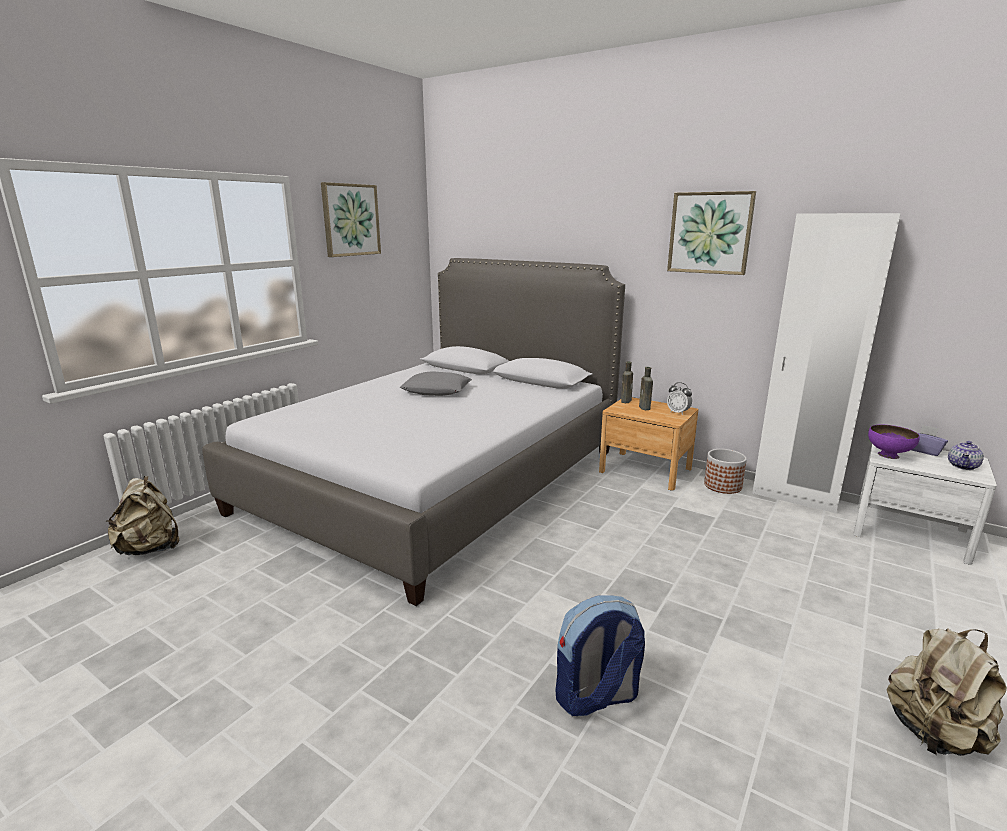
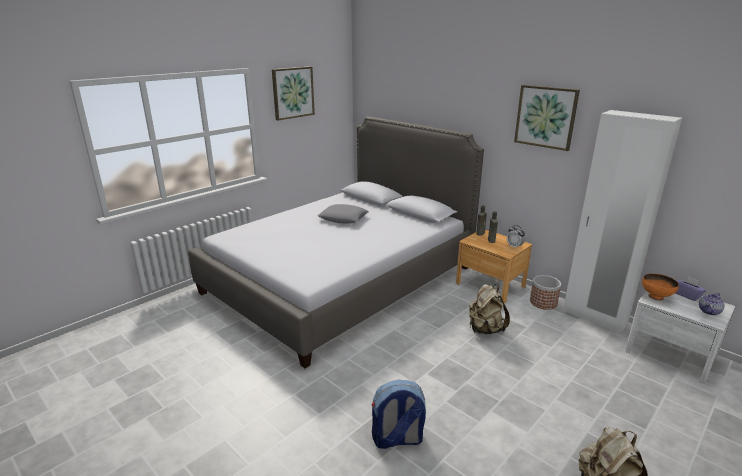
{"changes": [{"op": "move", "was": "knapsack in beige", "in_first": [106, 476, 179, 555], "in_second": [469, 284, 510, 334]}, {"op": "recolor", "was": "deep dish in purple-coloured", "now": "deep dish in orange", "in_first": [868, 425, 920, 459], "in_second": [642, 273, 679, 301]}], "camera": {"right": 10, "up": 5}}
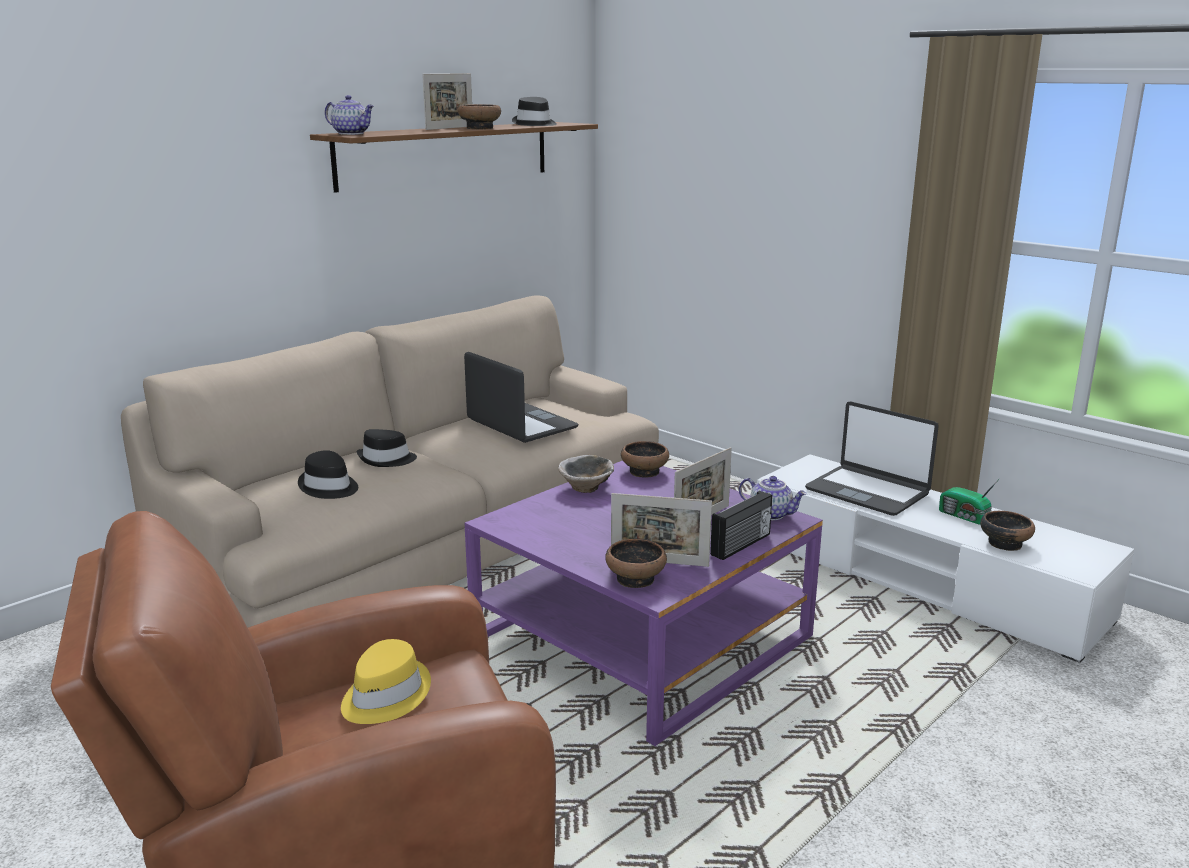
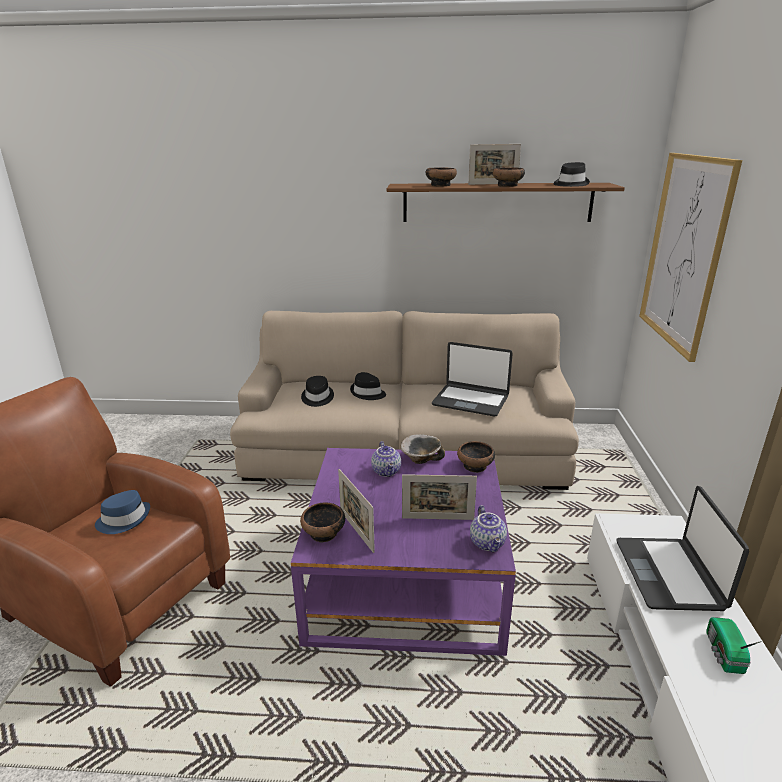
{"changes": [{"op": "recolor", "was": "wearable hat in yellow-coloured", "now": "wearable hat in bluish", "in_first": [341, 639, 431, 724], "in_second": [95, 490, 150, 534]}, {"op": "move", "was": "pot for tea", "in_first": [325, 95, 374, 135], "in_second": [371, 441, 401, 477]}, {"op": "move", "was": "deep dish", "in_first": [980, 511, 1035, 551], "in_second": [426, 167, 457, 187]}, {"op": "rotate", "was": "notebook computer", "in_first": [464, 352, 578, 443], "in_second": [432, 342, 513, 416], "clockwise": 105}, {"op": "insert", "now": "picture", "in_second": [639, 153, 742, 362]}, {"op": "delete", "was": "radio receiver", "in_first": [710, 491, 772, 560]}], "camera": {"right": 50, "up": 5}}
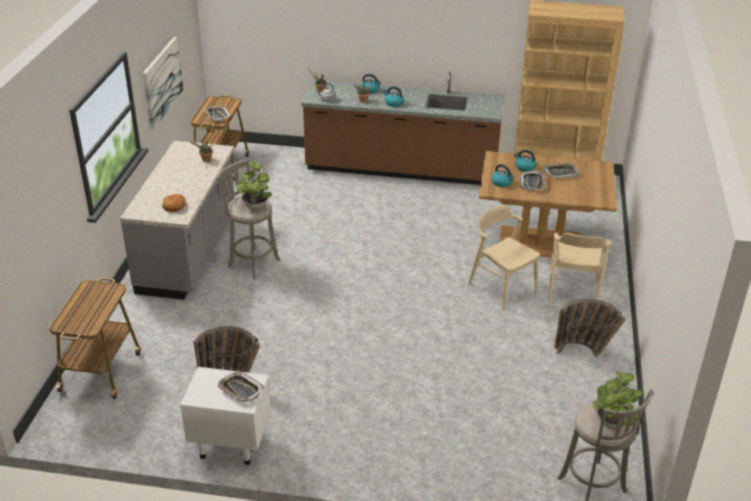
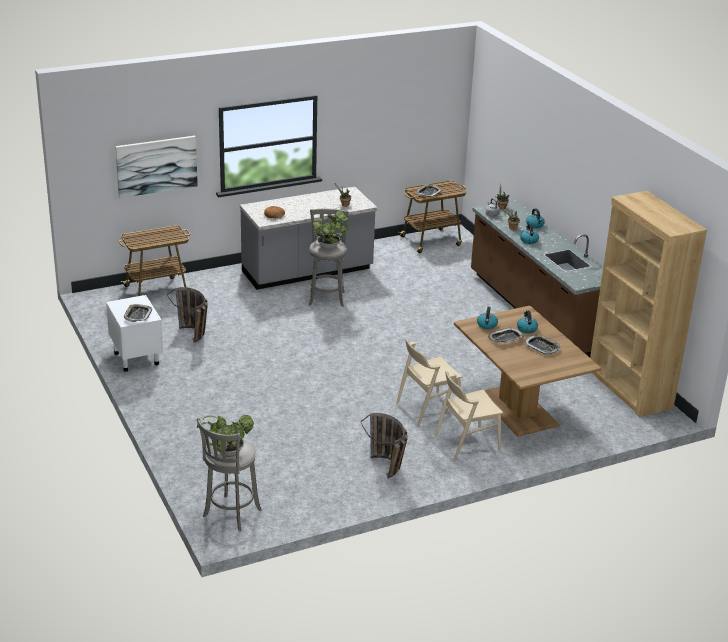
{"changes": [{"op": "move", "was": "picture", "in_first": [143, 37, 183, 129], "in_second": [115, 136, 198, 198]}, {"op": "rotate", "was": "upright chair in beige", "in_first": [468, 205, 540, 309], "in_second": [396, 340, 463, 427], "clockwise": -135}], "camera": {"right": 55, "up": -5}}
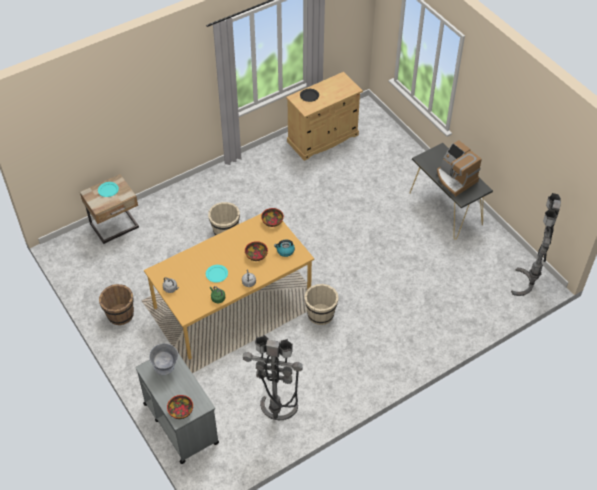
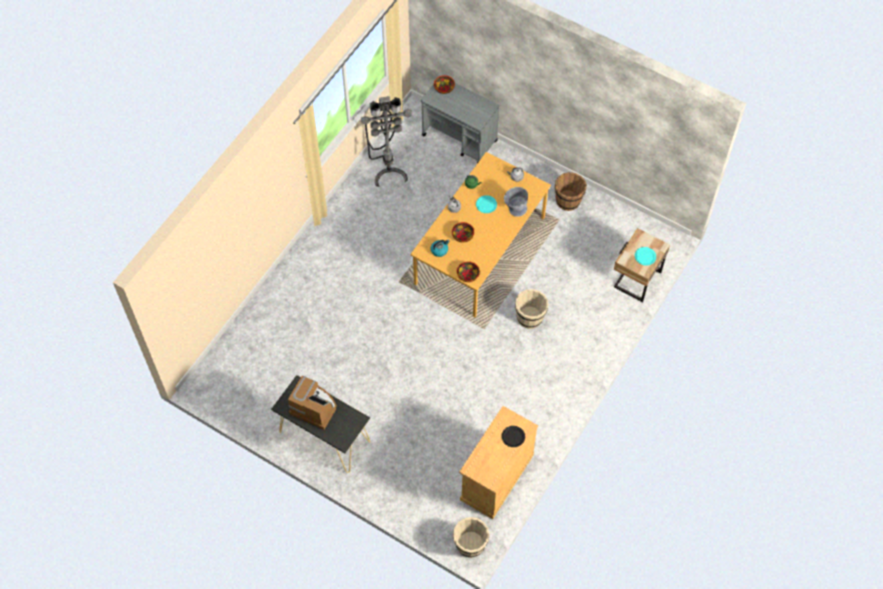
{"changes": [{"op": "move", "was": "pail in beige", "in_first": [304, 284, 339, 325], "in_second": [453, 517, 490, 558]}, {"op": "move", "was": "deep dish in grey", "in_first": [149, 343, 178, 375], "in_second": [504, 187, 528, 217]}, {"op": "delete", "was": "floor lamp in grey", "in_first": [511, 193, 561, 296]}], "camera": {"right": 155, "up": 10}}
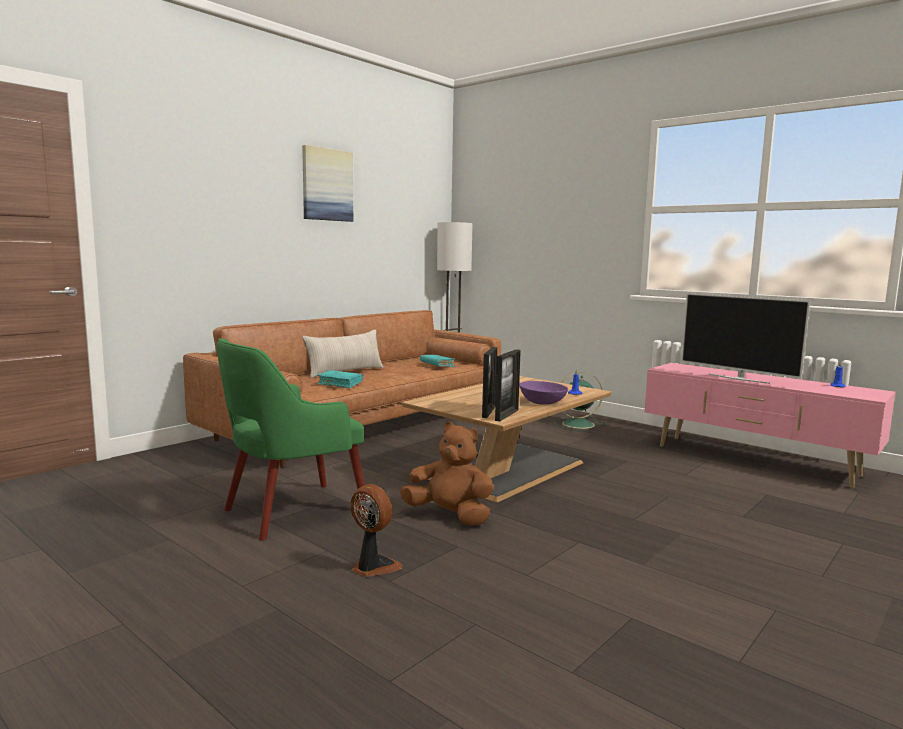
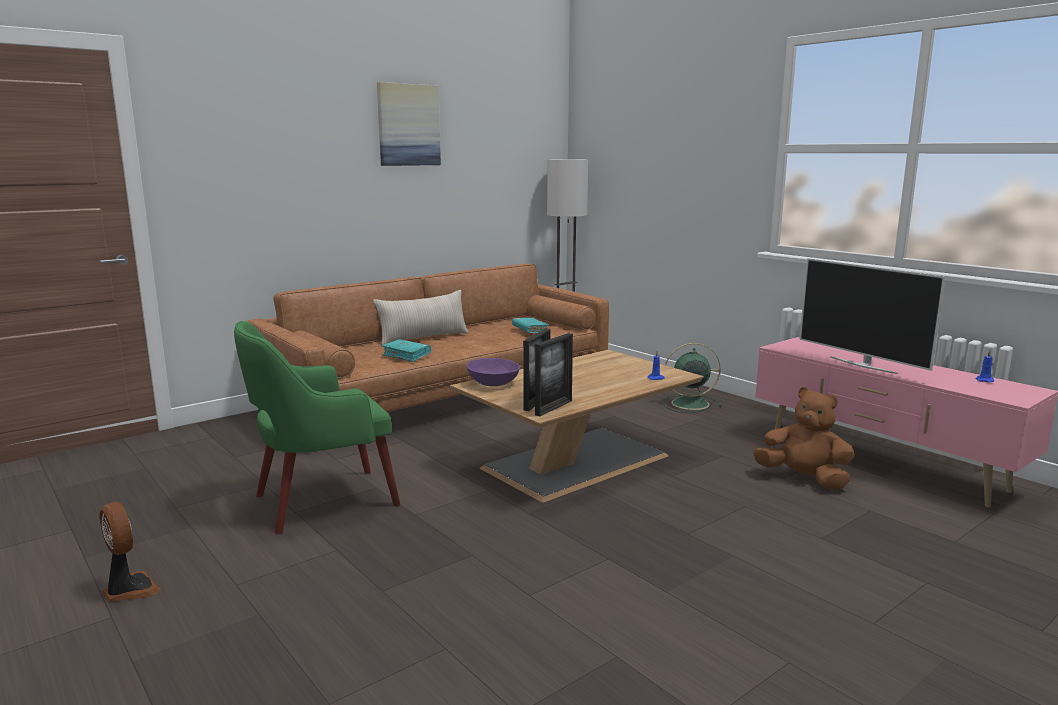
{"changes": [{"op": "move", "was": "cooling fan", "in_first": [350, 484, 402, 577], "in_second": [99, 502, 161, 602]}, {"op": "move", "was": "deep dish in purple-coloured", "in_first": [519, 381, 568, 405], "in_second": [466, 358, 520, 386]}, {"op": "move", "was": "plush toy in brownish", "in_first": [400, 422, 494, 526], "in_second": [753, 387, 855, 490]}], "camera": {"right": 10, "up": 5}}
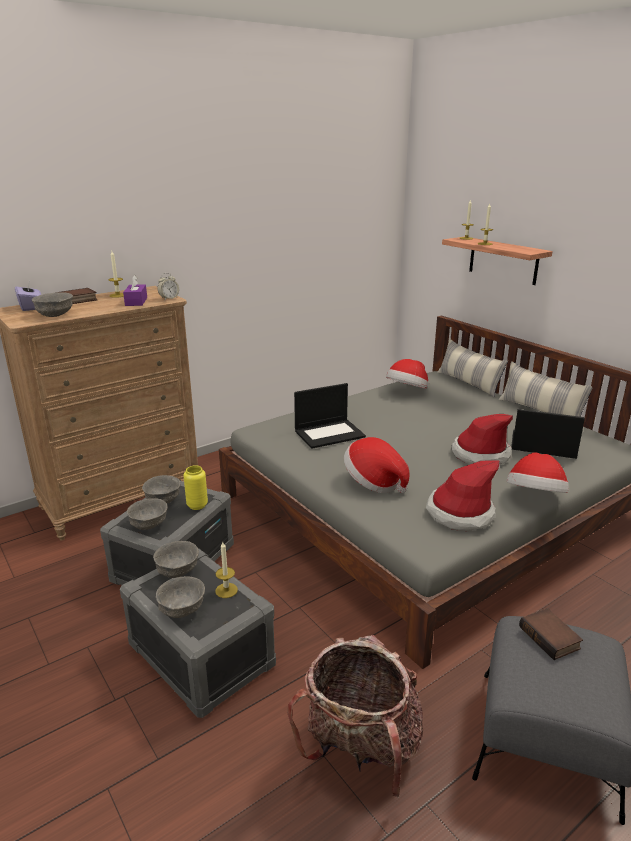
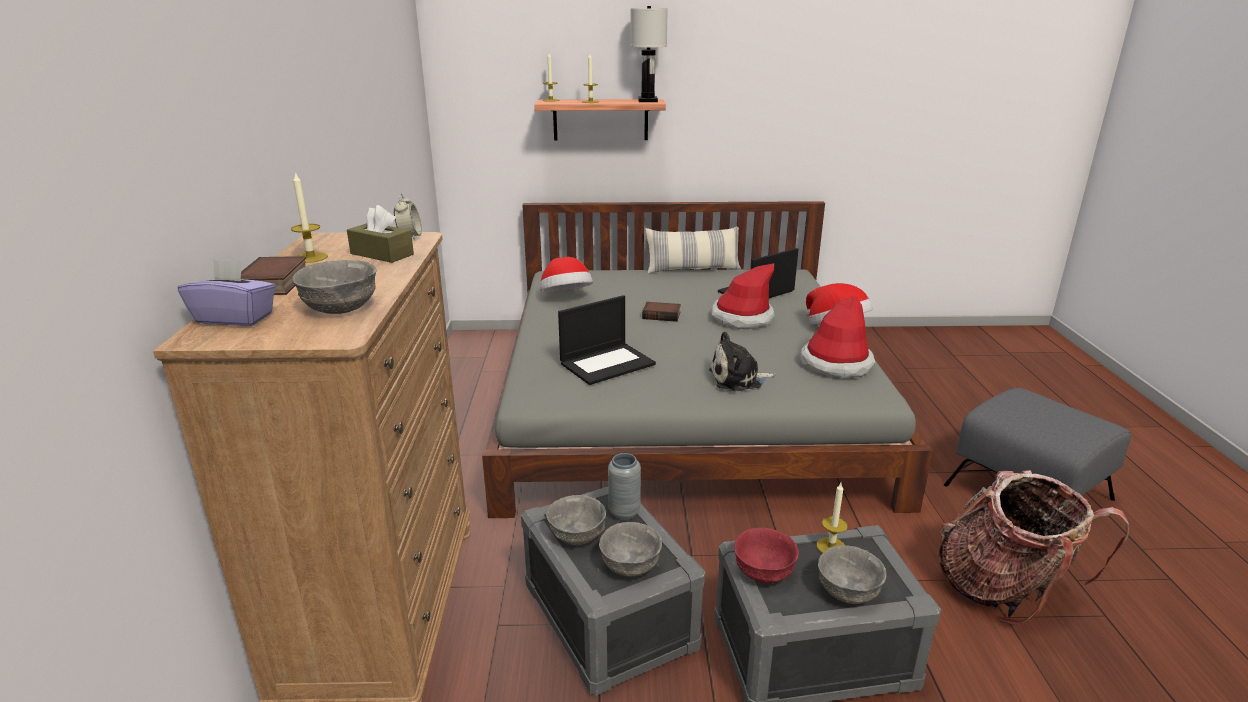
{"changes": [{"op": "recolor", "was": "box of tissues in purple-coloured", "now": "box of tissues in brownish", "in_first": [123, 275, 147, 306], "in_second": [347, 205, 414, 263]}, {"op": "rotate", "was": "notebook computer", "in_first": [294, 383, 366, 449], "in_second": [558, 295, 656, 385], "clockwise": 45}, {"op": "recolor", "was": "vase in yellow-coloured", "now": "vase in grey", "in_first": [183, 465, 208, 510], "in_second": [608, 453, 641, 520]}, {"op": "insert", "now": "tabletop lamp in whitish", "in_second": [630, 6, 668, 102]}, {"op": "move", "was": "volume", "in_first": [519, 608, 583, 660], "in_second": [642, 302, 681, 322]}, {"op": "replace", "was": "wearable hat", "now": "plush toy", "in_first": [344, 437, 410, 493], "in_second": [709, 332, 776, 391]}, {"op": "recolor", "was": "deep dish in grey", "now": "deep dish in reddish", "in_first": [153, 541, 199, 578], "in_second": [734, 528, 799, 583]}, {"op": "delete", "was": "throw pillow", "in_first": [437, 338, 508, 397]}], "camera": {"right": -55, "up": 0}}
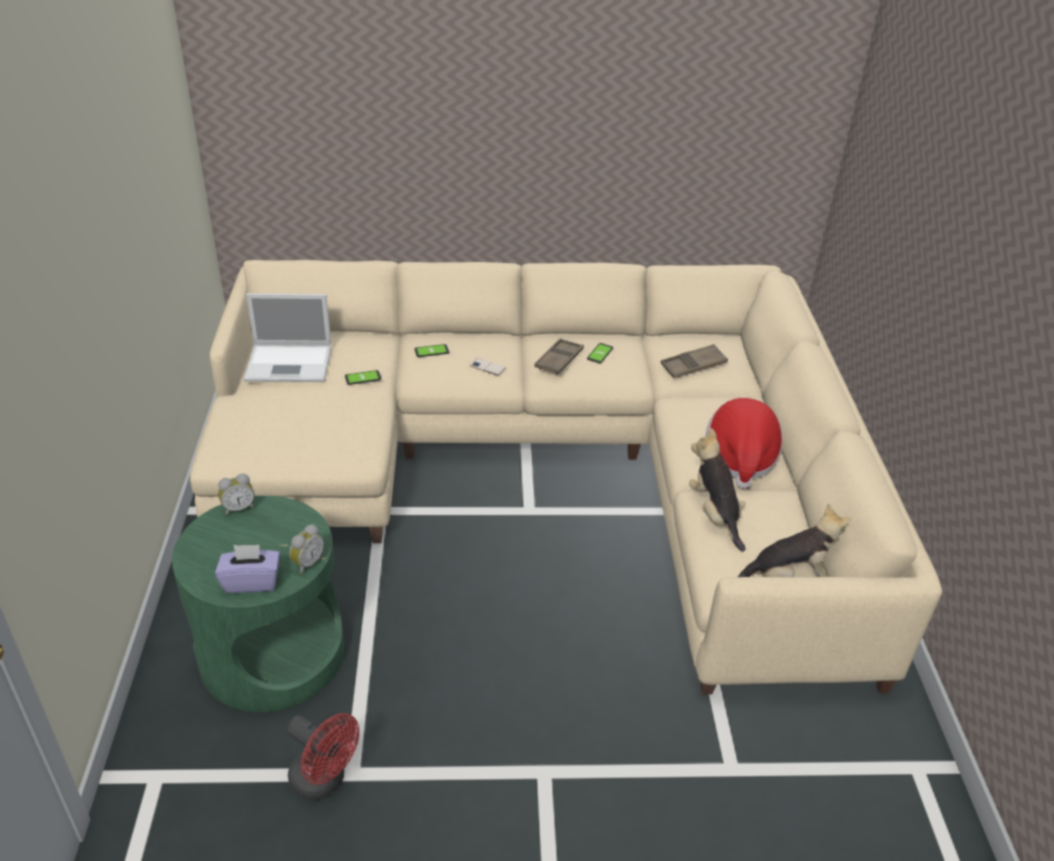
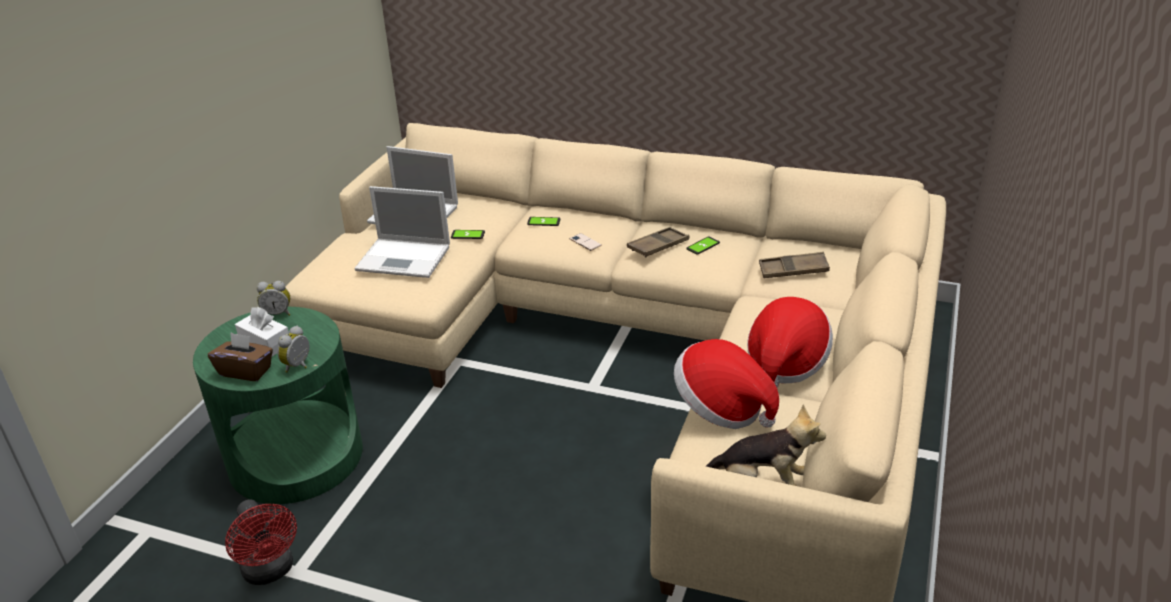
{"changes": [{"op": "recolor", "was": "box of tissues in purple-coloured", "now": "box of tissues in brownish", "in_first": [215, 545, 280, 593], "in_second": [208, 332, 273, 381]}, {"op": "insert", "now": "box of tissues in whitish", "in_second": [235, 307, 289, 356]}, {"op": "rotate", "was": "alarm clock", "in_first": [289, 524, 324, 574], "in_second": [277, 326, 310, 373], "clockwise": 150}, {"op": "insert", "now": "notebook computer", "in_second": [354, 186, 450, 278]}, {"op": "replace", "was": "plush toy", "now": "wearable hat", "in_first": [689, 428, 746, 552], "in_second": [674, 339, 779, 429]}], "camera": {"right": 25, "up": -5}}
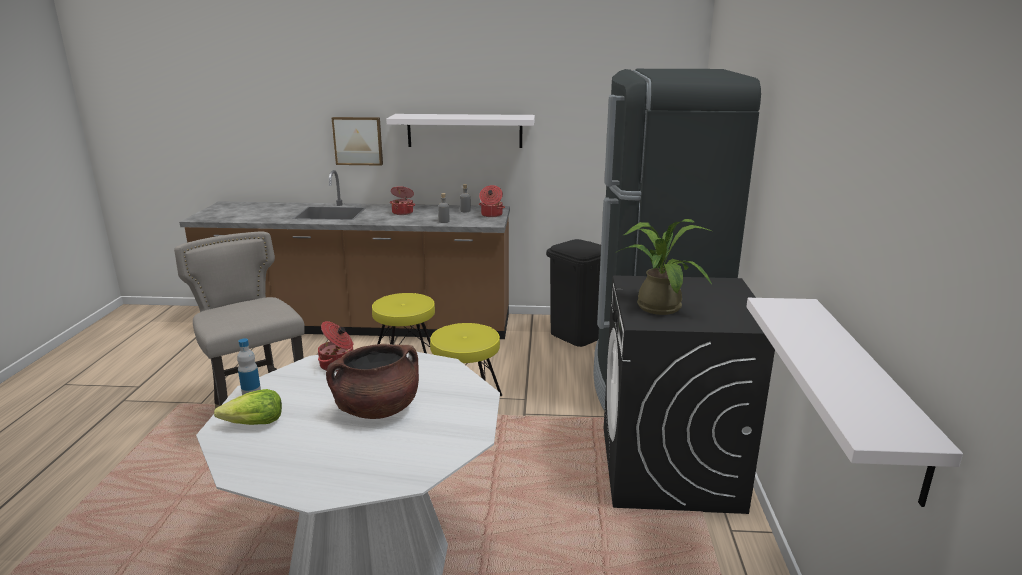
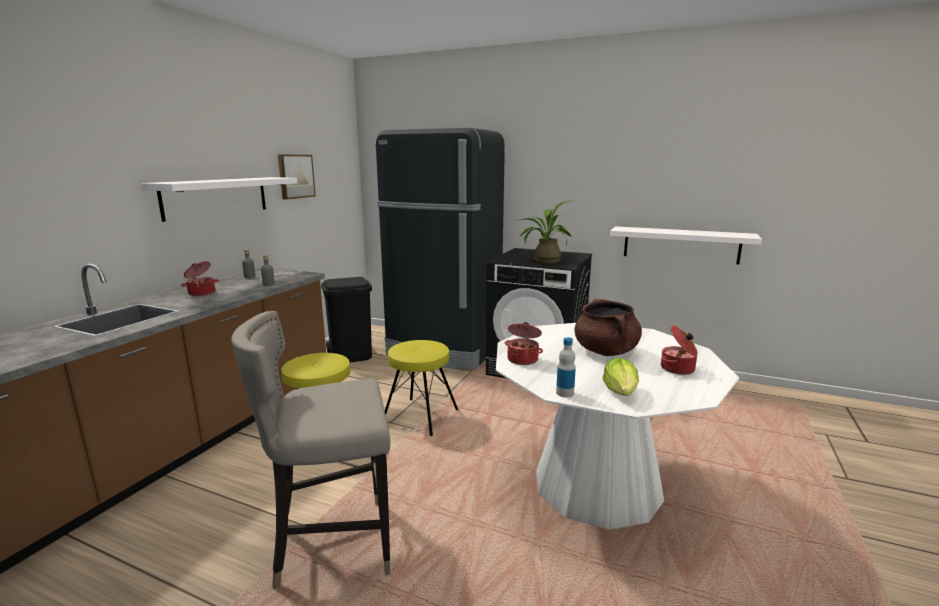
{"changes": [{"op": "move", "was": "picture", "in_first": [332, 117, 383, 166], "in_second": [278, 155, 316, 199]}, {"op": "move", "was": "saucepot", "in_first": [479, 185, 505, 217], "in_second": [661, 326, 698, 375]}], "camera": {"right": -70, "up": -5}}
